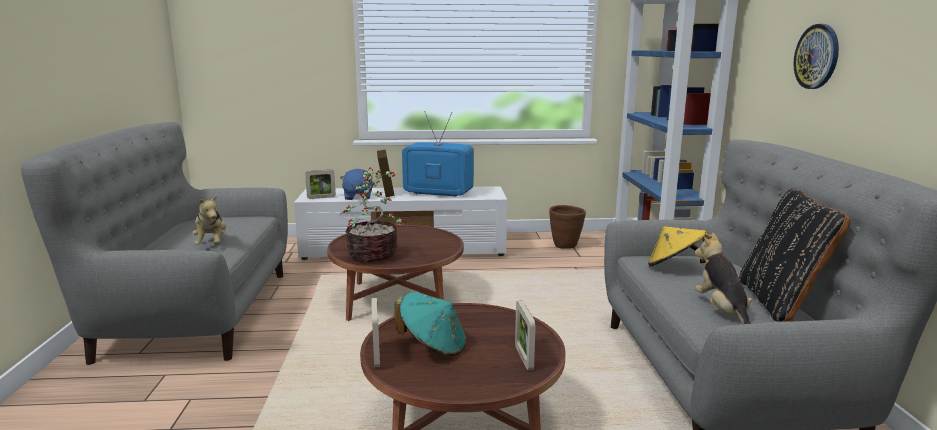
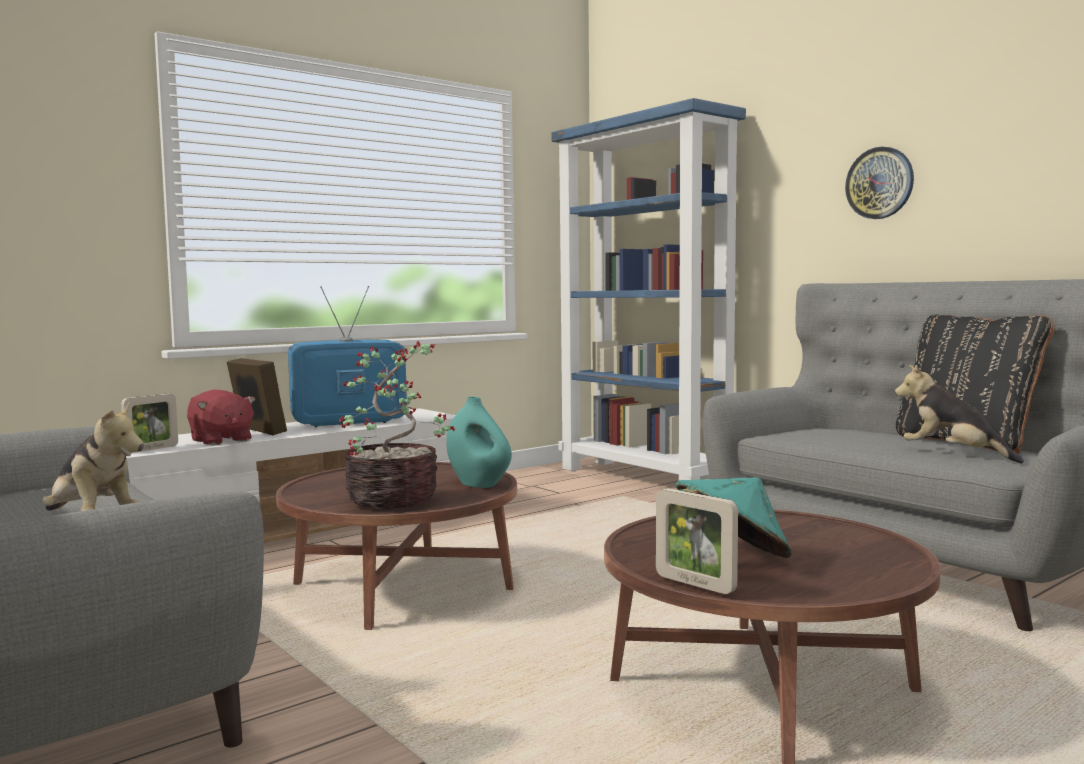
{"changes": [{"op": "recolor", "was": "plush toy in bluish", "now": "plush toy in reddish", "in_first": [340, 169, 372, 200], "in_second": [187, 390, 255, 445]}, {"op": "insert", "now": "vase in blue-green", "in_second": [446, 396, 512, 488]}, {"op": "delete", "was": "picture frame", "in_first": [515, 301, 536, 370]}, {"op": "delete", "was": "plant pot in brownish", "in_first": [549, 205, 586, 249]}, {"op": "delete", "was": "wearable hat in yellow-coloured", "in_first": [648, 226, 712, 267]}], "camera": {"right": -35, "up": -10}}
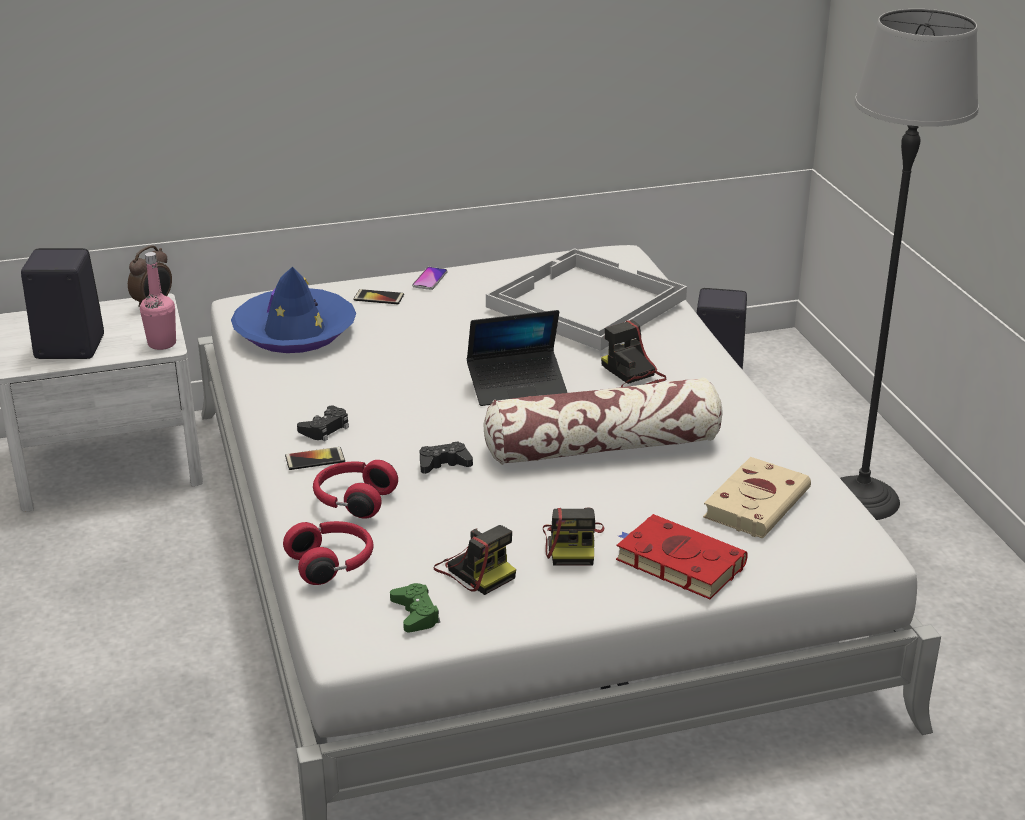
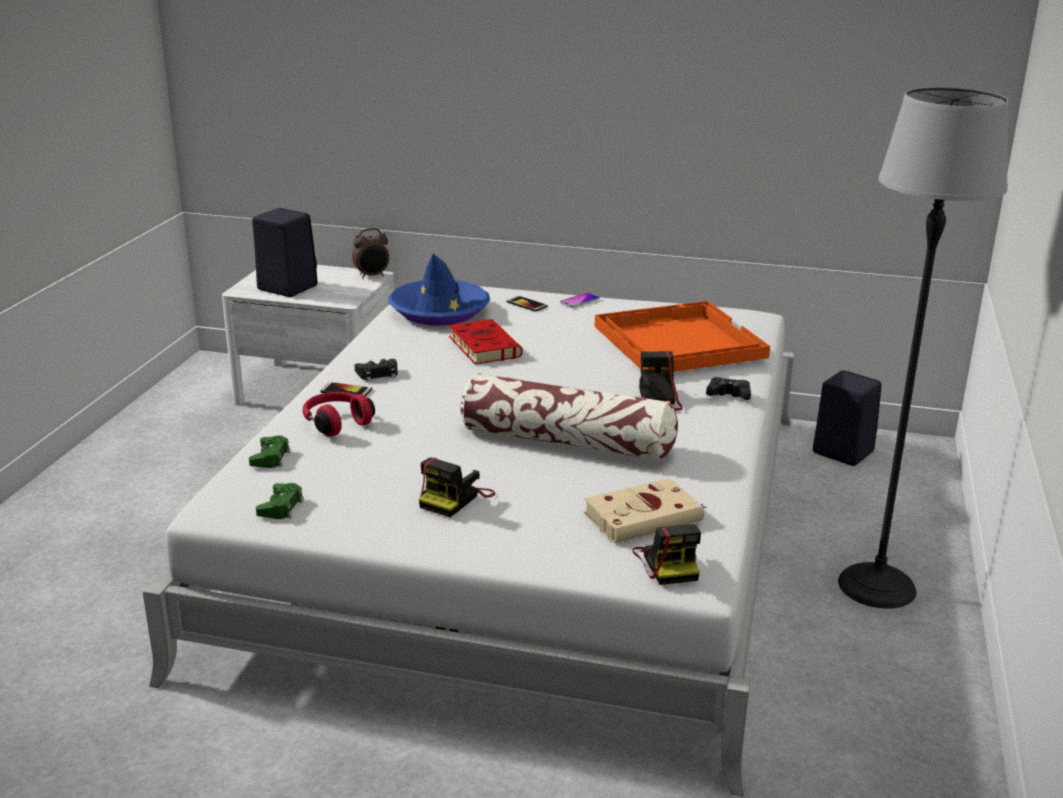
{"changes": [{"op": "replace", "was": "headphones in reddish", "now": "gamepad in green-coloured", "in_first": [283, 521, 373, 585], "in_second": [249, 435, 290, 468]}, {"op": "move", "was": "volume in reddish", "in_first": [616, 514, 748, 599], "in_second": [449, 319, 523, 364]}, {"op": "recolor", "was": "tray in whitish", "now": "tray in orange", "in_first": [486, 248, 687, 351], "in_second": [595, 301, 770, 372]}, {"op": "move", "was": "photo camera", "in_first": [433, 525, 516, 595], "in_second": [632, 524, 701, 585]}, {"op": "move", "was": "gamepad in black", "in_first": [420, 441, 473, 474], "in_second": [706, 377, 751, 400]}, {"op": "delete", "was": "bottle in pinkish", "in_first": [140, 252, 176, 350]}, {"op": "delete", "was": "notebook computer", "in_first": [467, 310, 568, 406]}], "camera": {"right": 30, "up": -5}}
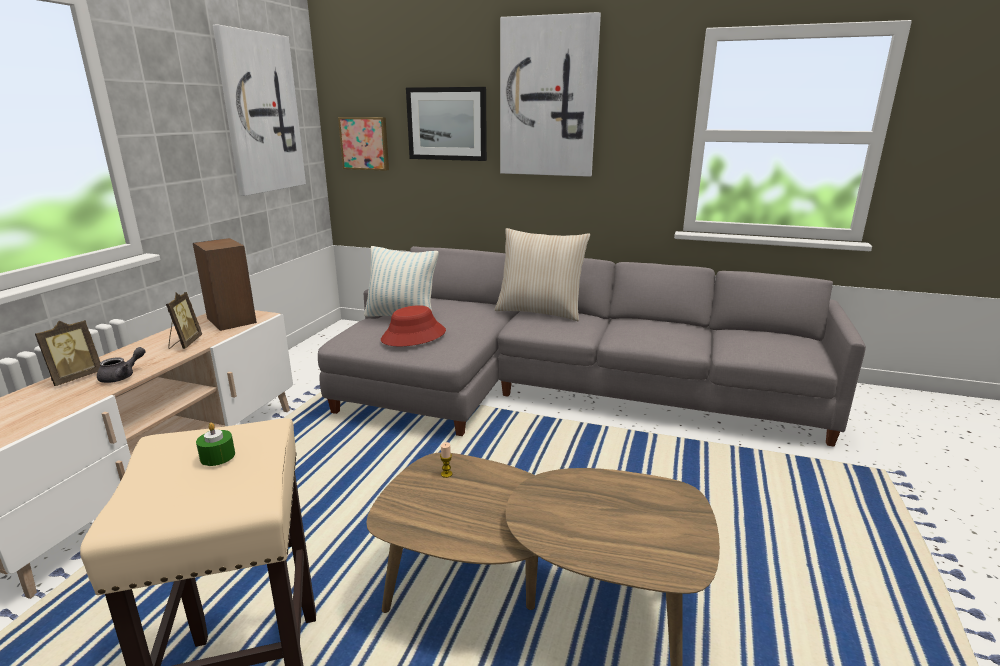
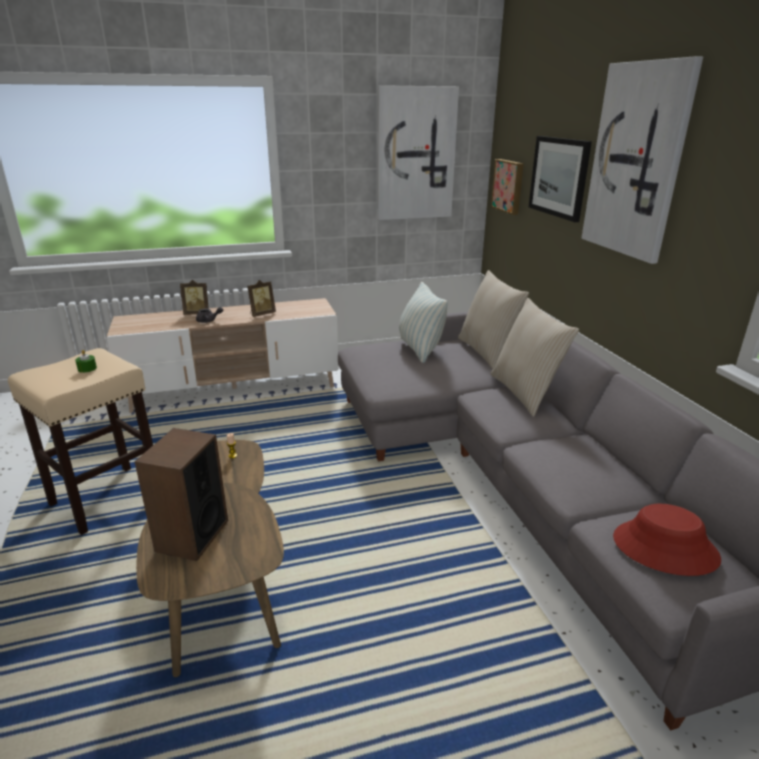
{"changes": [{"op": "move", "was": "loudspeaker", "in_first": [193, 238, 257, 331], "in_second": [134, 428, 228, 561]}, {"op": "insert", "now": "throw pillow in beige", "in_second": [458, 270, 529, 369]}, {"op": "move", "was": "wearable hat in reddish", "in_first": [381, 305, 446, 346], "in_second": [613, 504, 721, 576]}], "camera": {"right": 55, "up": 5}}
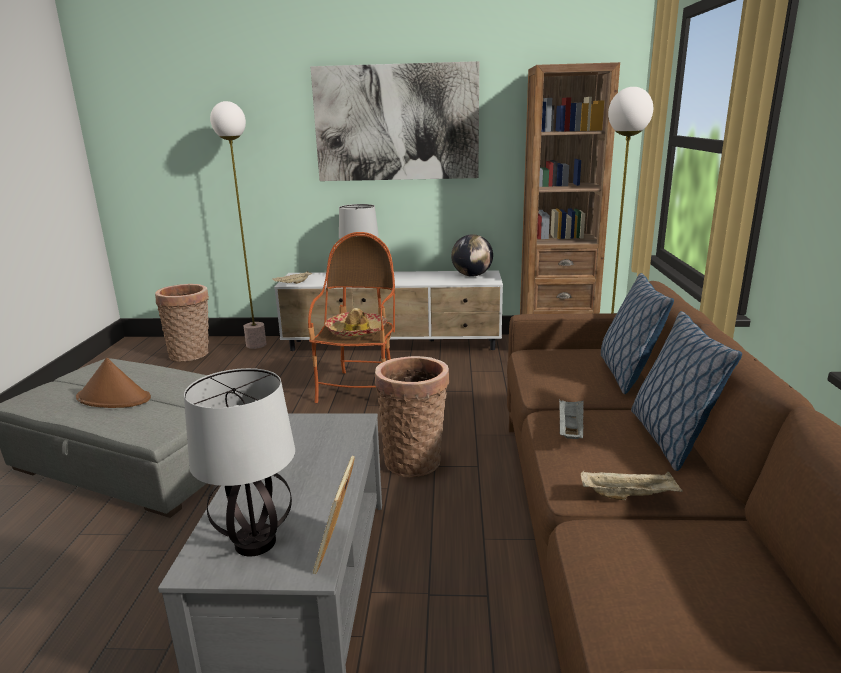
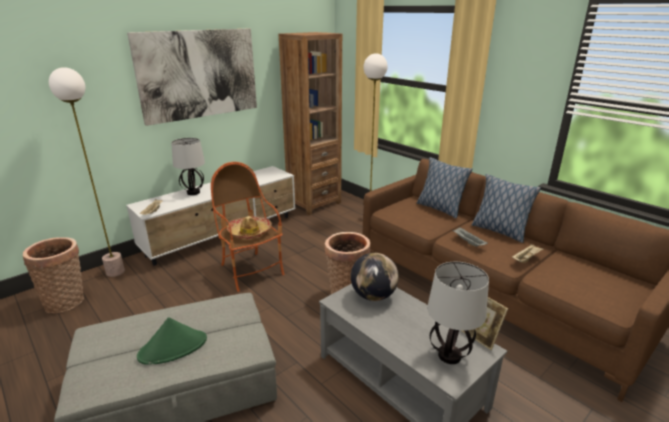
{"changes": [{"op": "recolor", "was": "wearable hat in brownish", "now": "wearable hat in green-coloured", "in_first": [76, 358, 151, 408], "in_second": [137, 317, 207, 365]}, {"op": "move", "was": "desk globe", "in_first": [451, 234, 493, 277], "in_second": [351, 253, 399, 301]}], "camera": {"right": -45, "up": 5}}
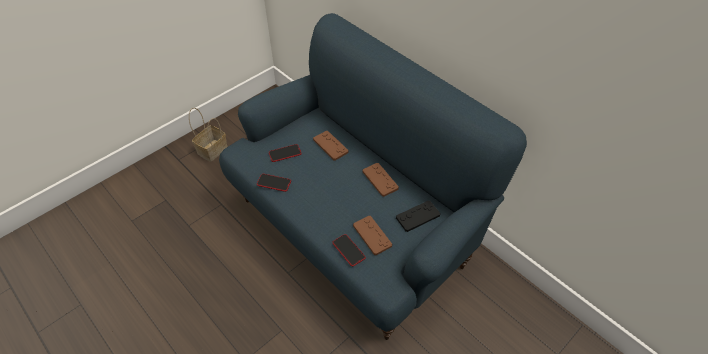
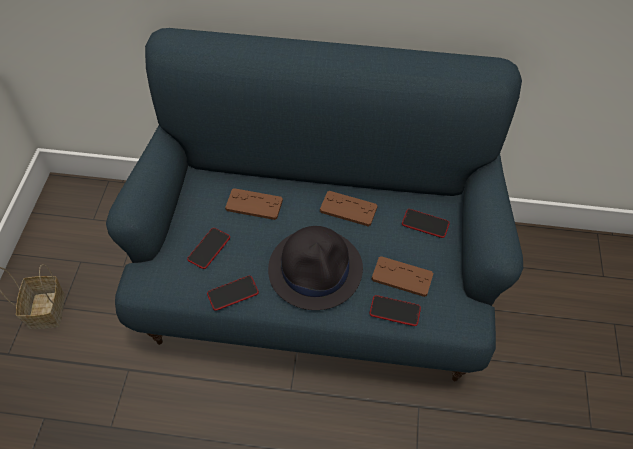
{"changes": [{"op": "insert", "now": "wearable hat in black", "in_second": [268, 226, 363, 310]}, {"op": "replace", "was": "gamepad in black", "now": "phone", "in_first": [396, 200, 441, 232], "in_second": [402, 209, 450, 238]}], "camera": {"right": -40, "up": 5}}
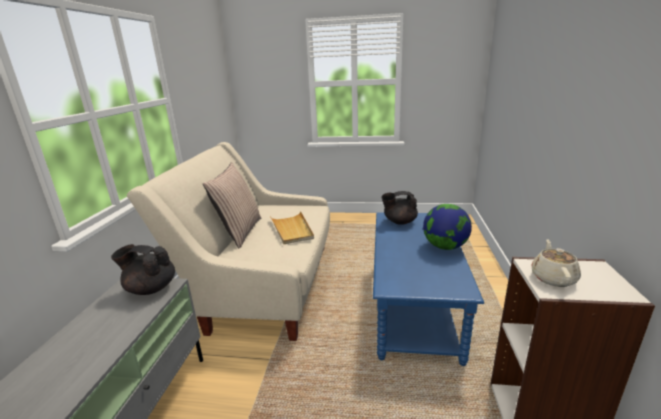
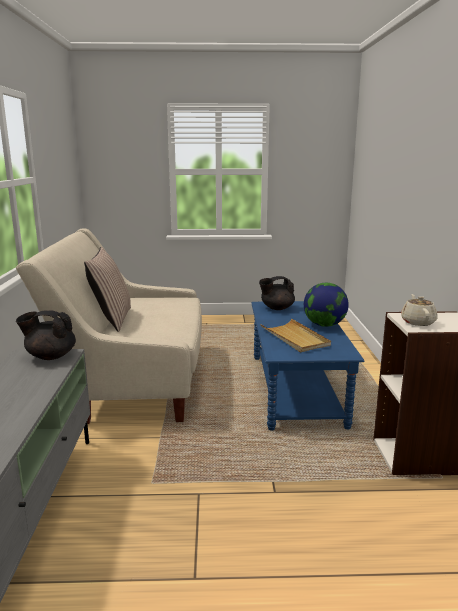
{"changes": [{"op": "move", "was": "tray in beige", "in_first": [270, 211, 314, 244], "in_second": [260, 319, 331, 352]}], "camera": {"right": -10, "up": -5}}
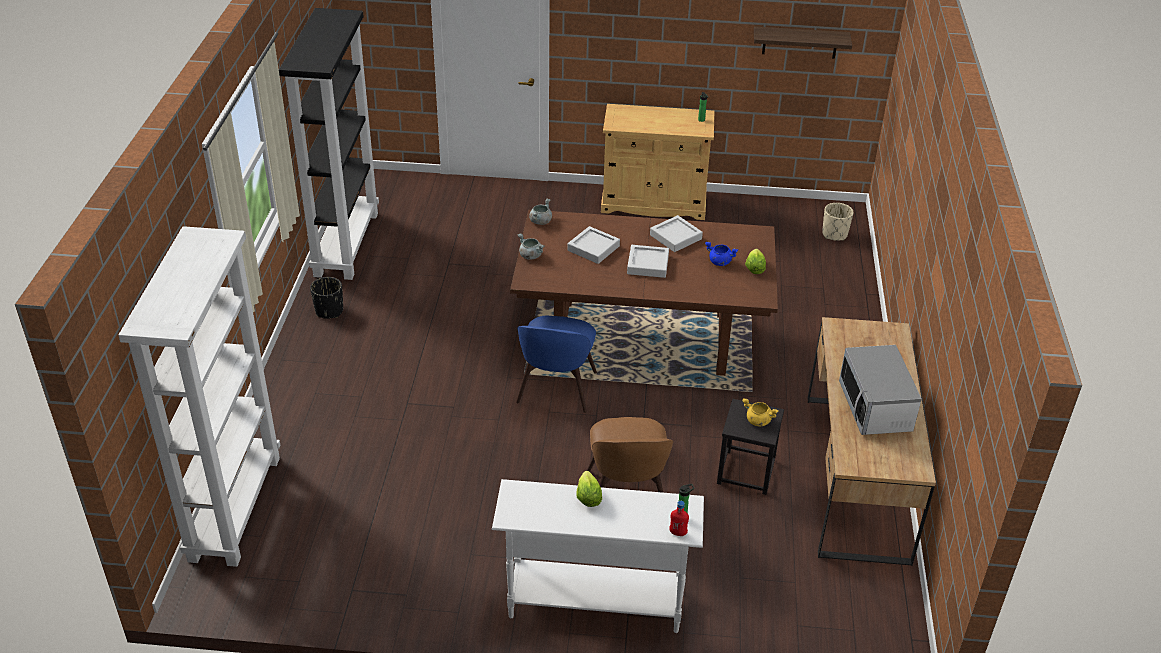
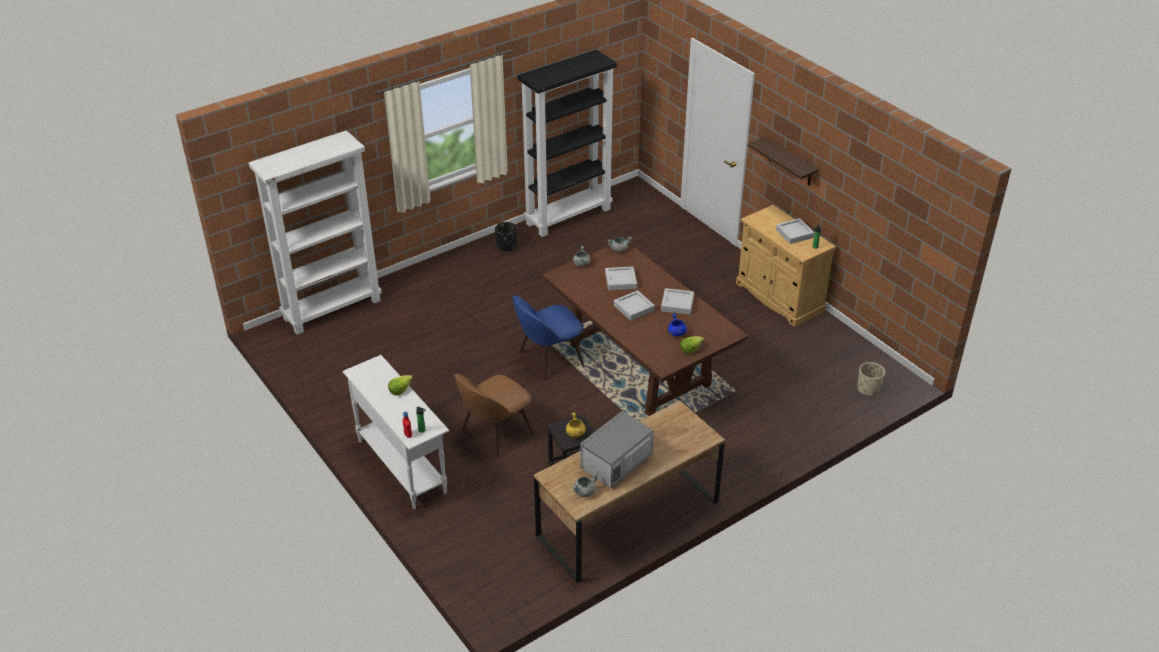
{"changes": [{"op": "insert", "now": "saucepot in grey", "in_second": [573, 473, 599, 497]}, {"op": "move", "was": "bracket shelf", "in_first": [754, 26, 852, 59], "in_second": [748, 136, 819, 186]}, {"op": "insert", "now": "tray in grey", "in_second": [776, 218, 814, 244]}], "camera": {"right": 50, "up": 0}}
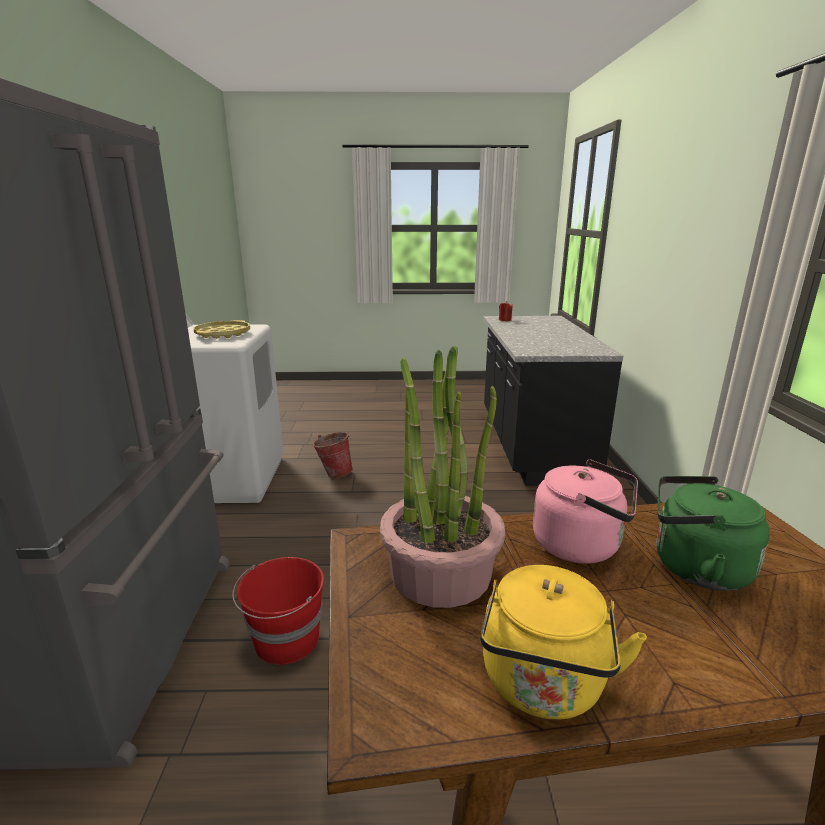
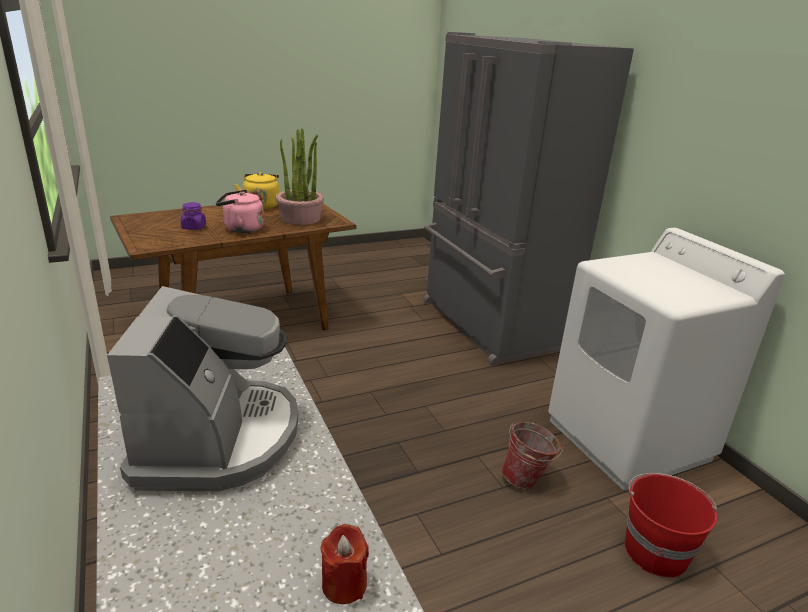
{"changes": [{"op": "insert", "now": "coffee machine", "in_second": [107, 286, 298, 491]}, {"op": "replace", "was": "water kettle in green-coloured", "now": "jar in purple-coloured", "in_first": [656, 476, 770, 591], "in_second": [181, 202, 206, 230]}, {"op": "move", "was": "pail in reddish", "in_first": [232, 557, 324, 665], "in_second": [625, 473, 717, 577]}, {"op": "delete", "was": "tray in yellow-coloured", "in_first": [193, 320, 250, 339]}], "camera": {"right": 155, "up": 5}}
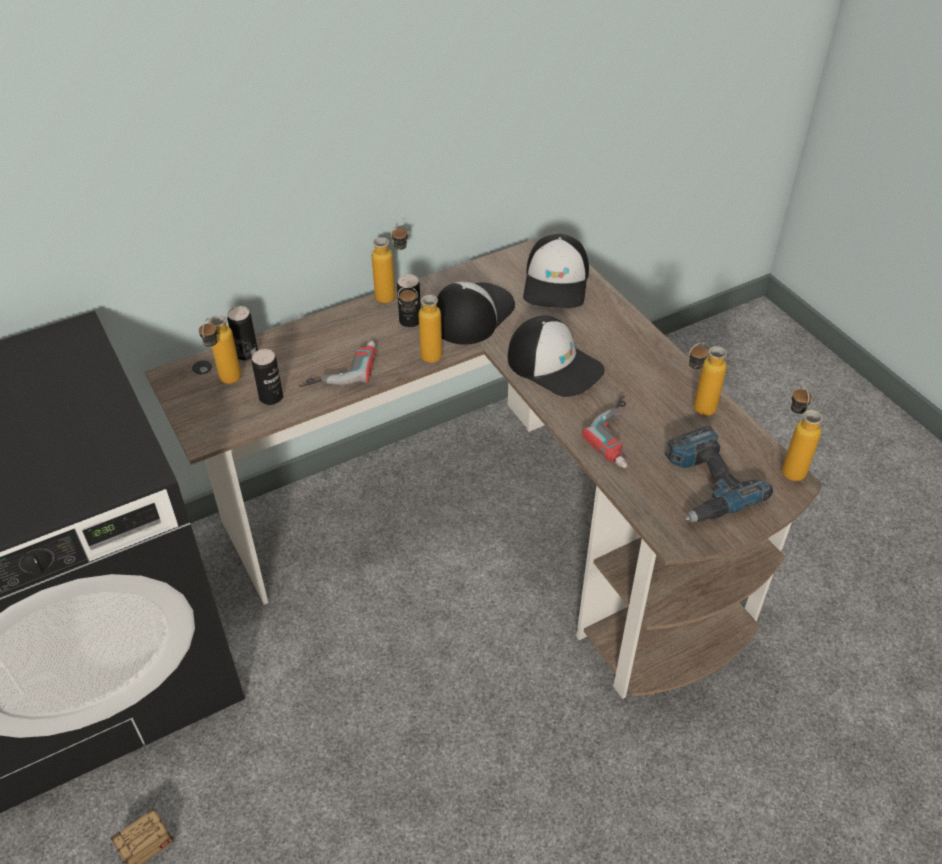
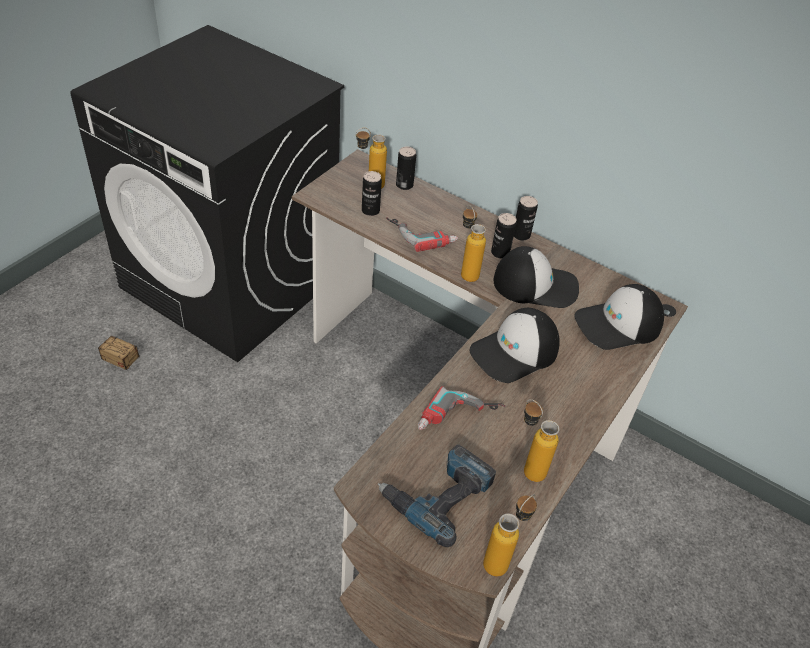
{"changes": [{"op": "rotate", "was": "baseball cap", "in_first": [508, 315, 605, 397], "in_second": [470, 308, 560, 383], "clockwise": 45}, {"op": "replace", "was": "bottle", "now": "metal can", "in_first": [372, 225, 409, 303], "in_second": [514, 196, 538, 241]}], "camera": {"right": 60, "up": 0}}
